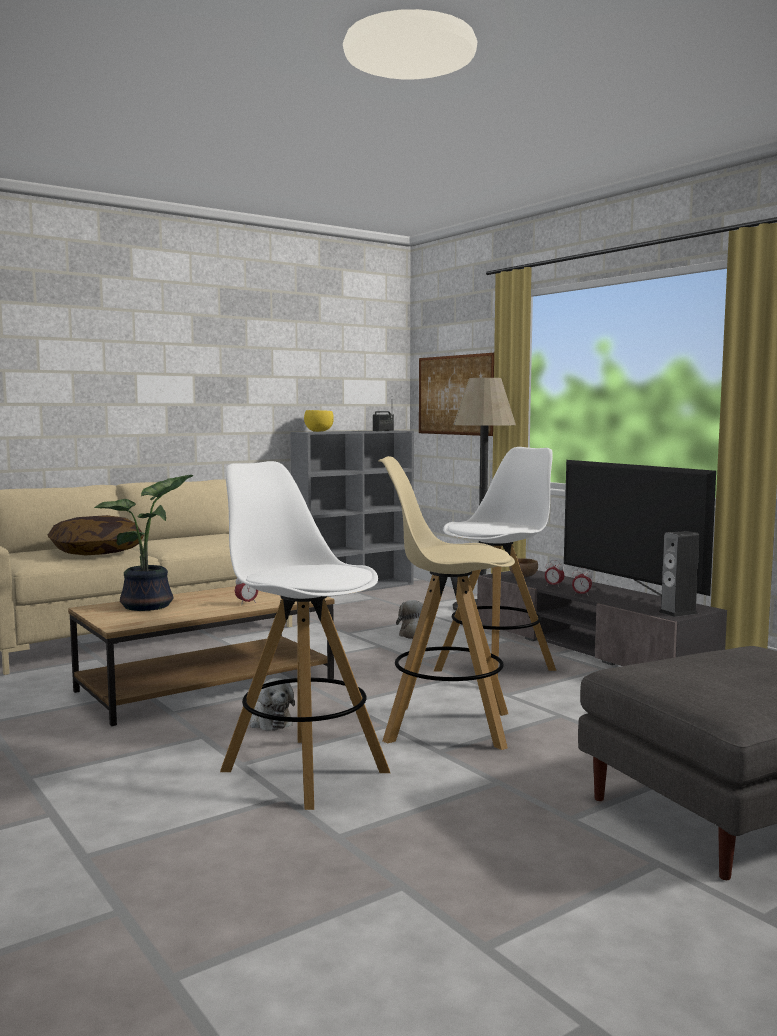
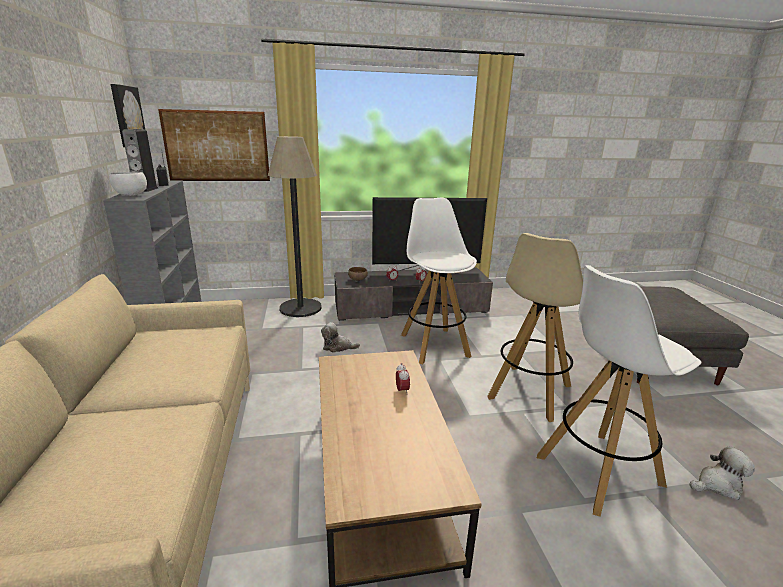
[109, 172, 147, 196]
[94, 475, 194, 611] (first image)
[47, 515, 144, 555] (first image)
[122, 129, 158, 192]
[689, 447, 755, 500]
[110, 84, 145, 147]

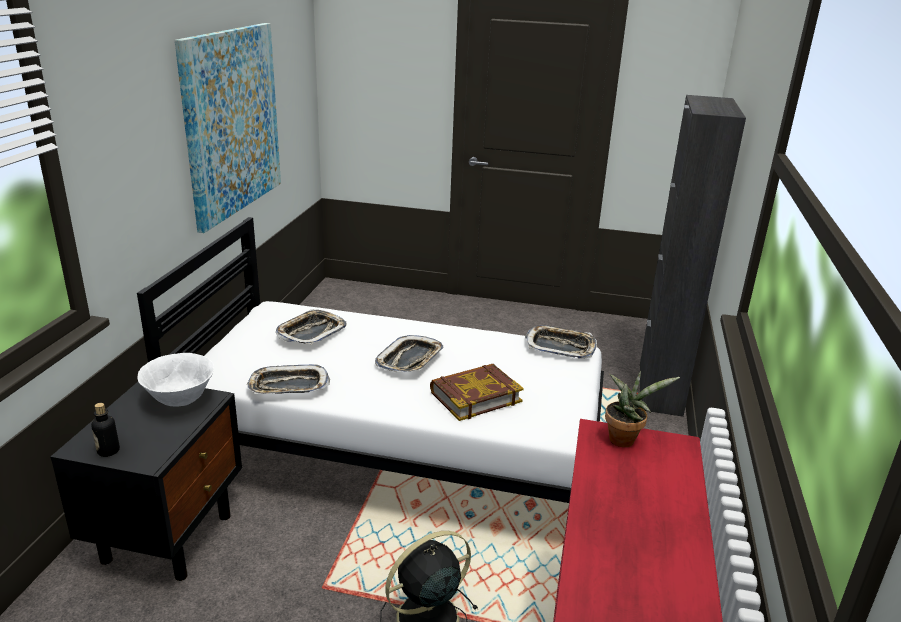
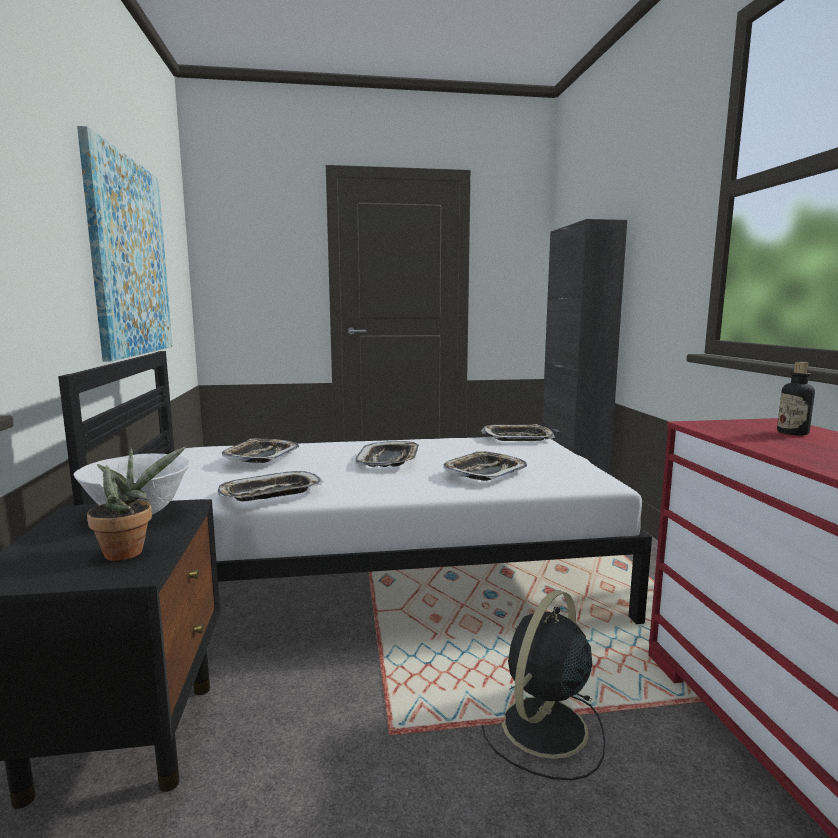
[444, 451, 527, 481]
[87, 447, 186, 561]
[777, 362, 815, 435]

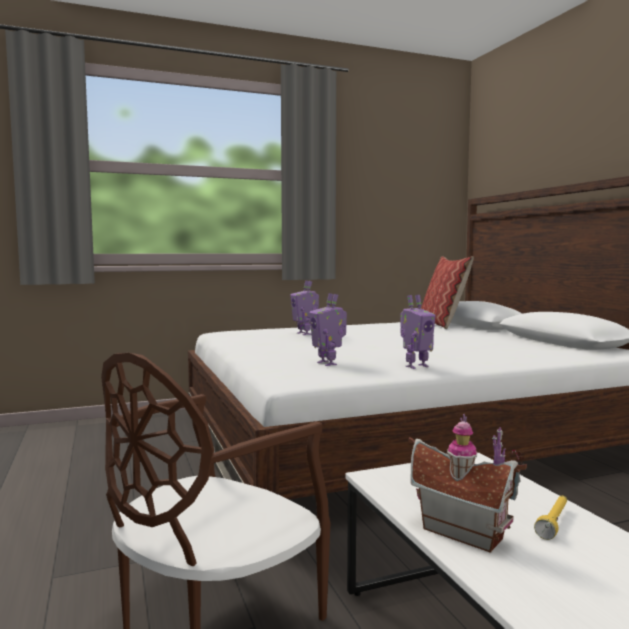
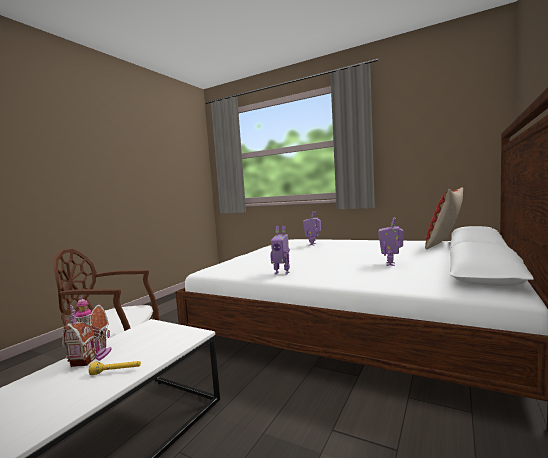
[378, 218, 403, 266]

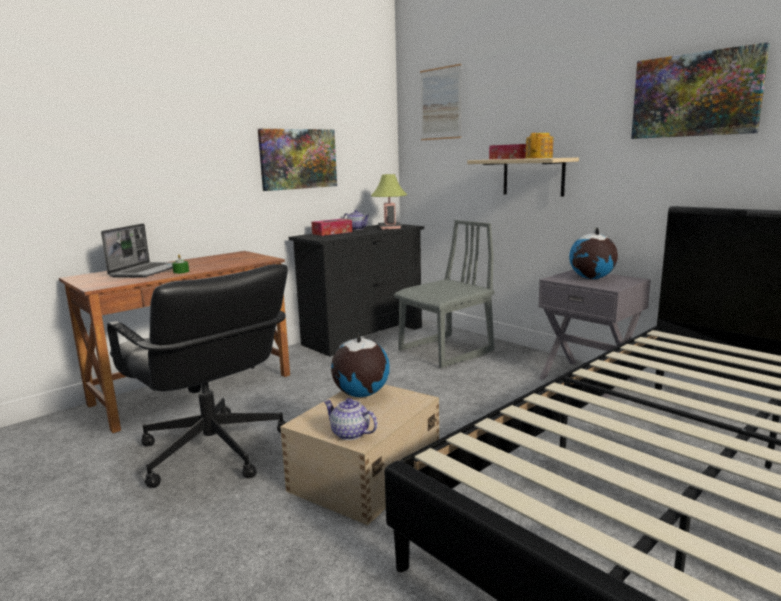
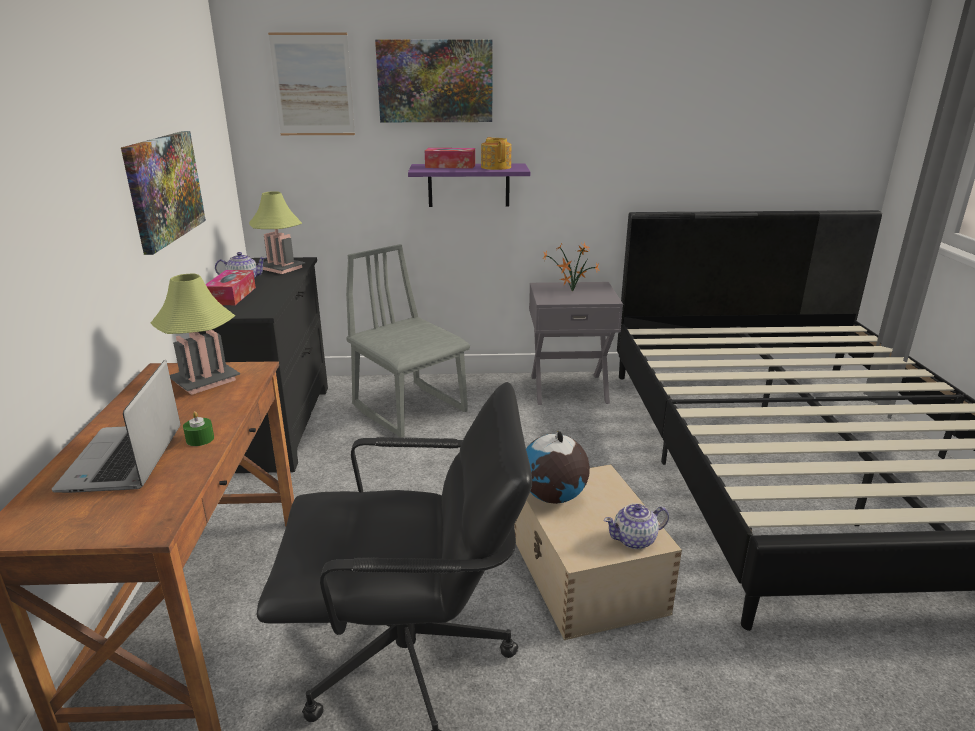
[375, 39, 493, 122]
[408, 163, 530, 207]
[346, 244, 470, 437]
[52, 360, 180, 493]
[542, 242, 600, 292]
[151, 274, 240, 395]

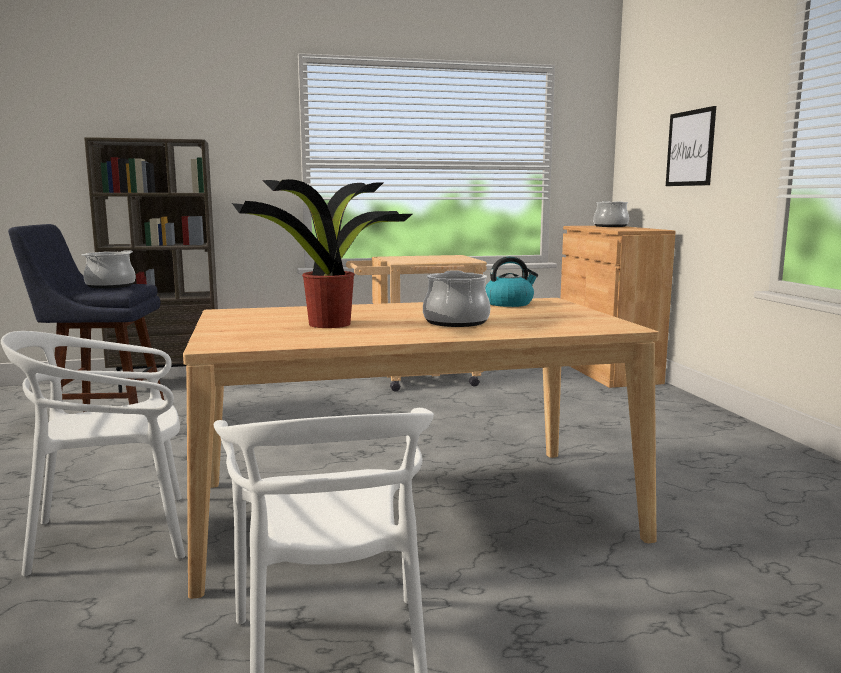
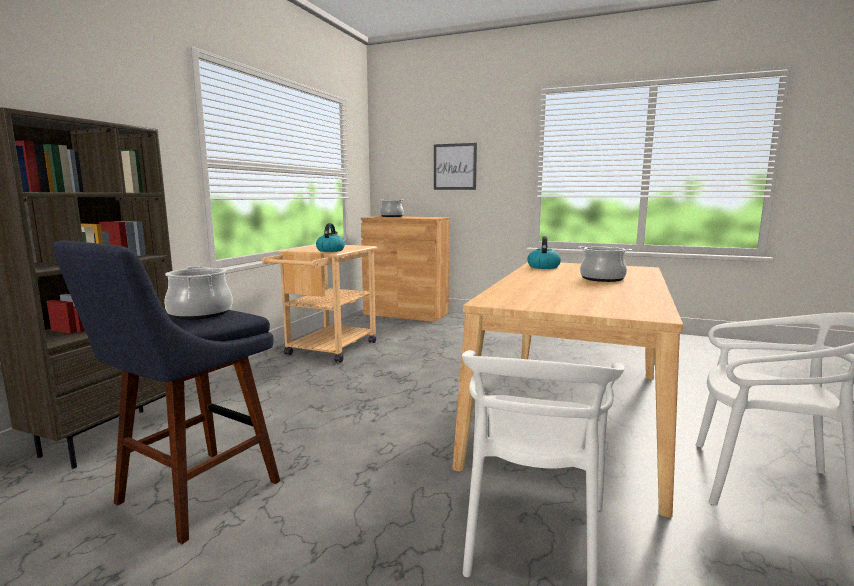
[232, 179, 412, 328] (first image)
[316, 223, 345, 252]

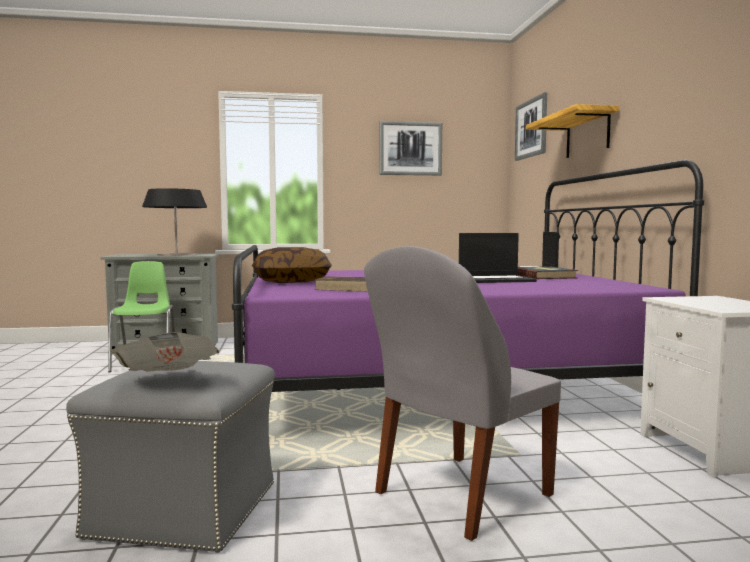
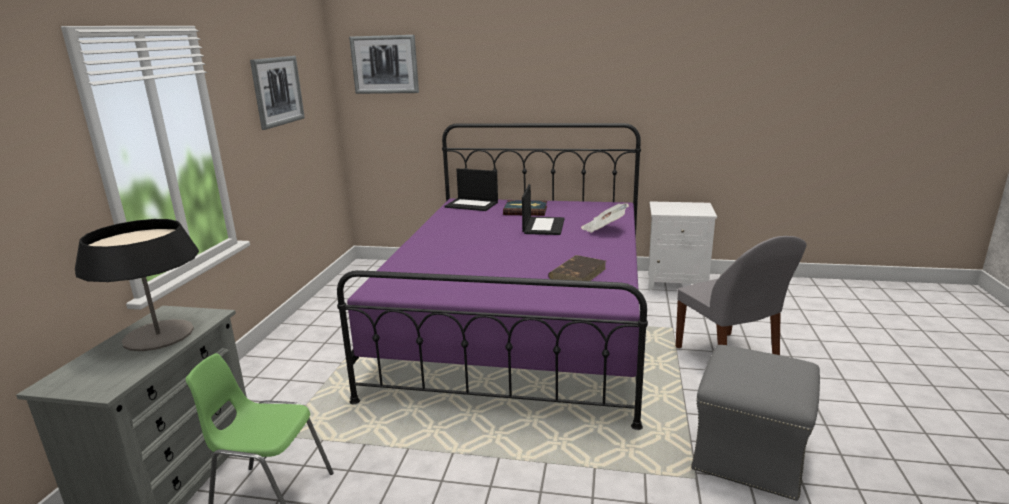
[526, 104, 619, 158] (first image)
[252, 247, 332, 283] (first image)
[581, 203, 629, 233]

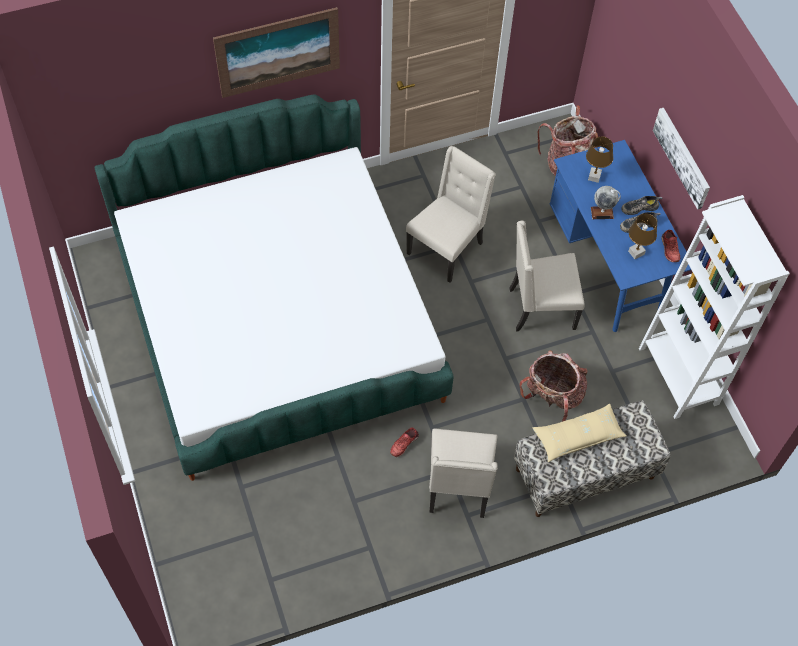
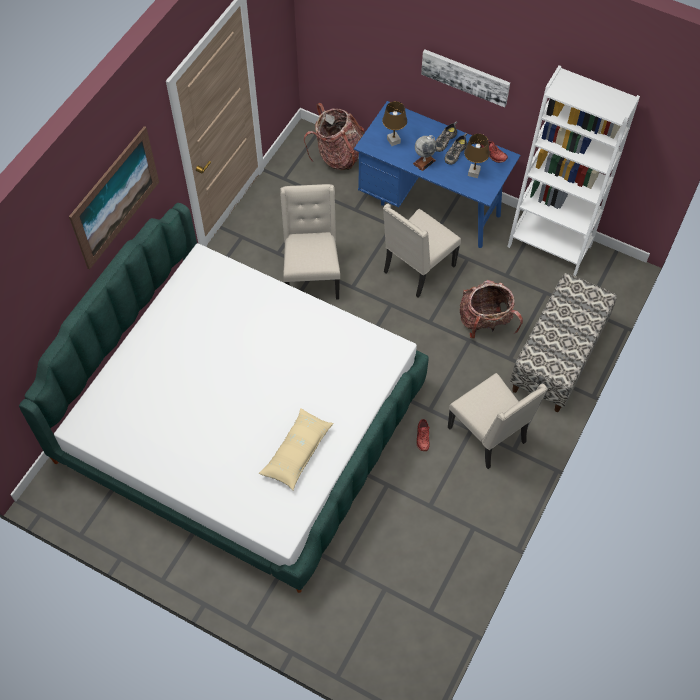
[259, 408, 334, 491]

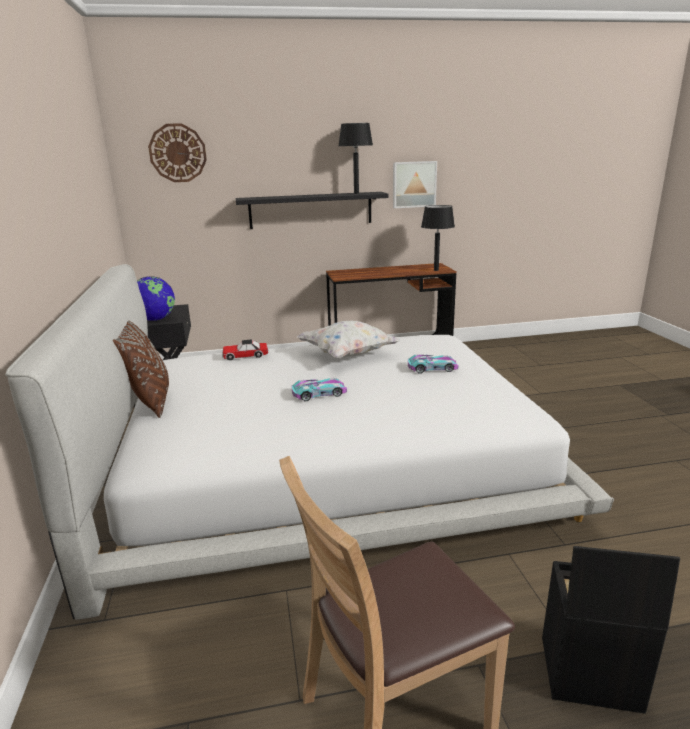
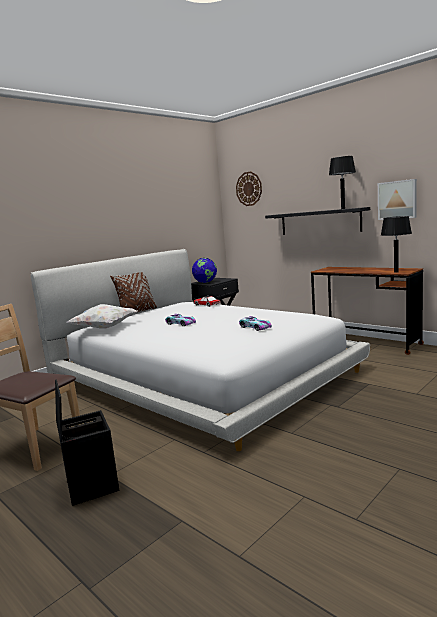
[67, 304, 138, 328]

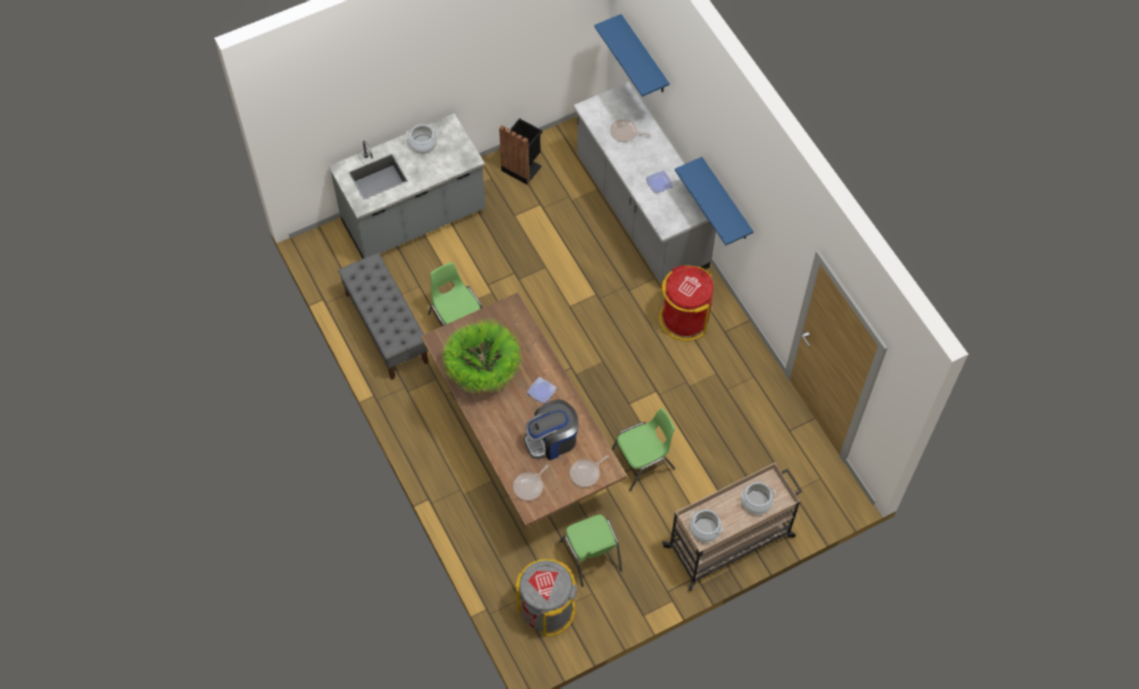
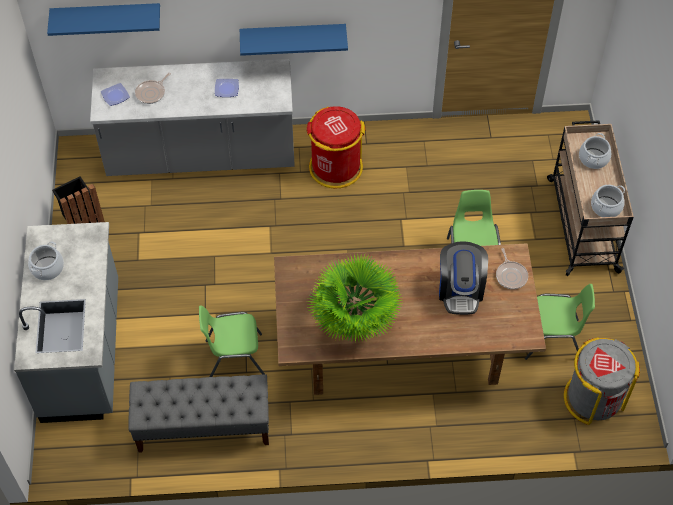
[101, 83, 130, 106]
[513, 464, 549, 501] (first image)

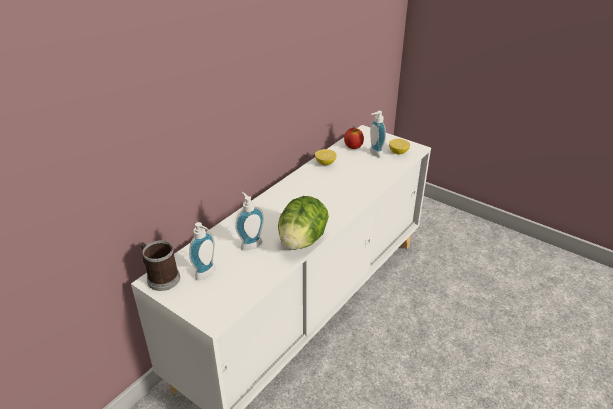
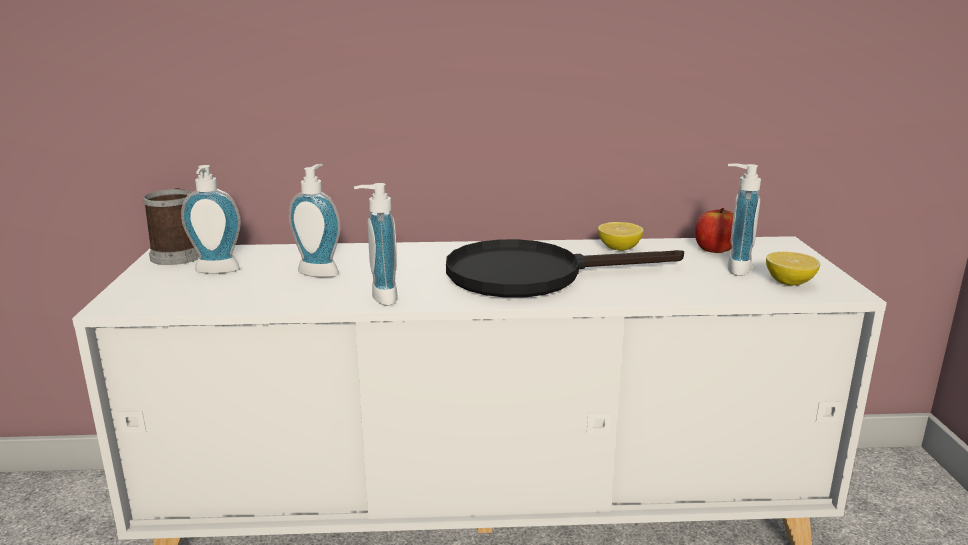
[354, 183, 398, 306]
[446, 239, 684, 297]

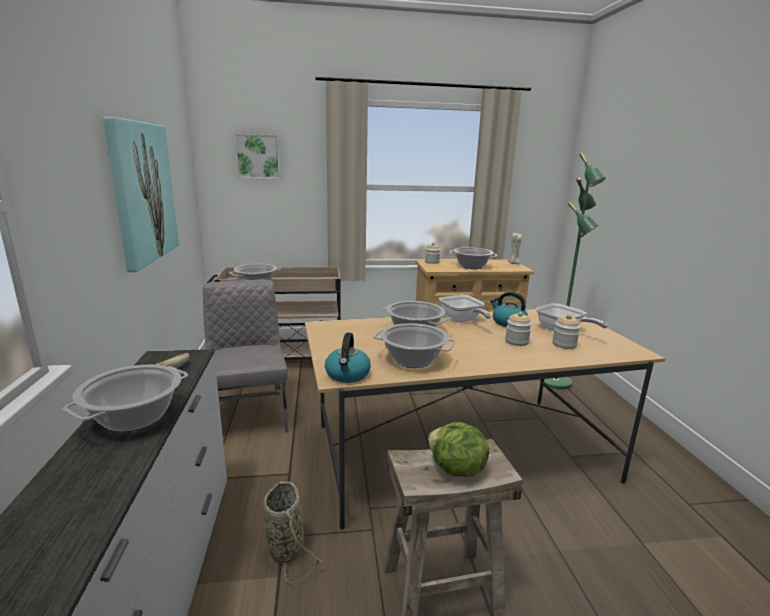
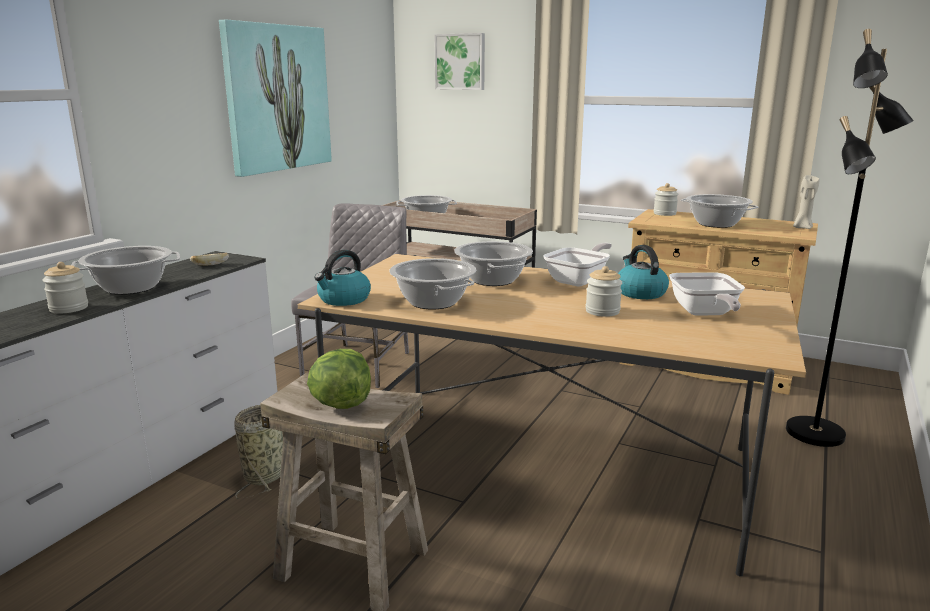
[786, 29, 914, 447]
[543, 242, 612, 286]
[43, 262, 88, 314]

